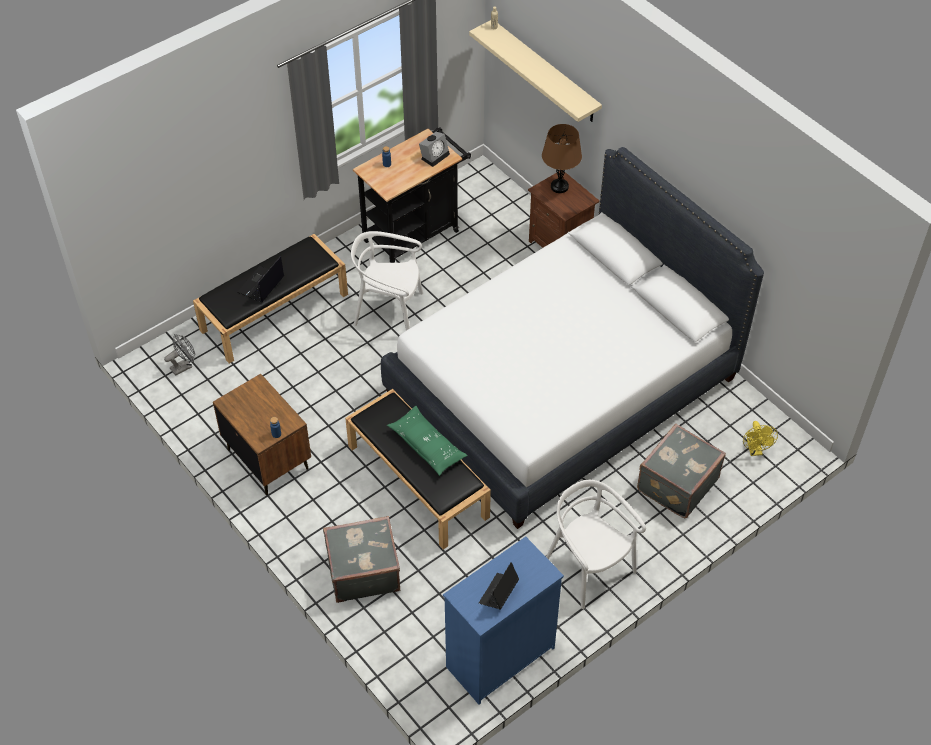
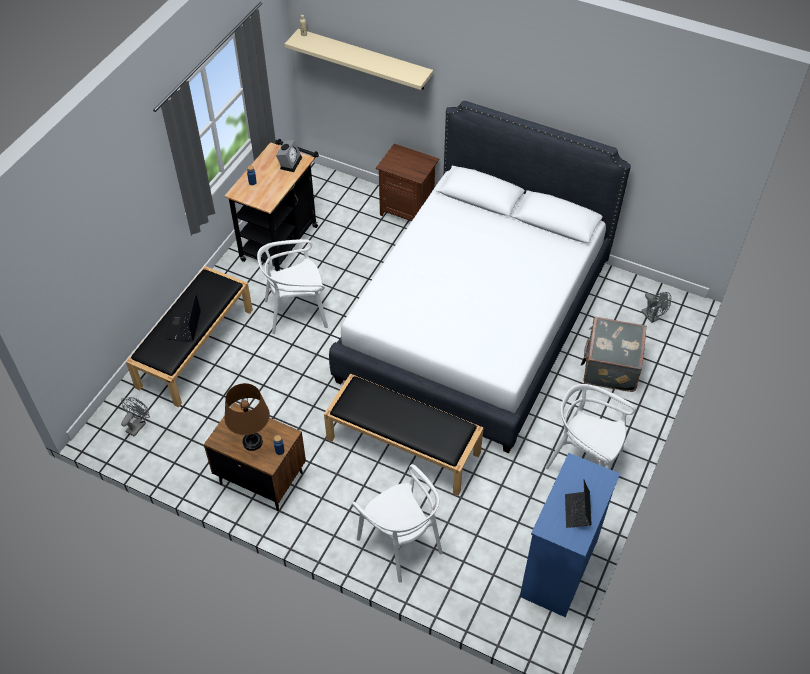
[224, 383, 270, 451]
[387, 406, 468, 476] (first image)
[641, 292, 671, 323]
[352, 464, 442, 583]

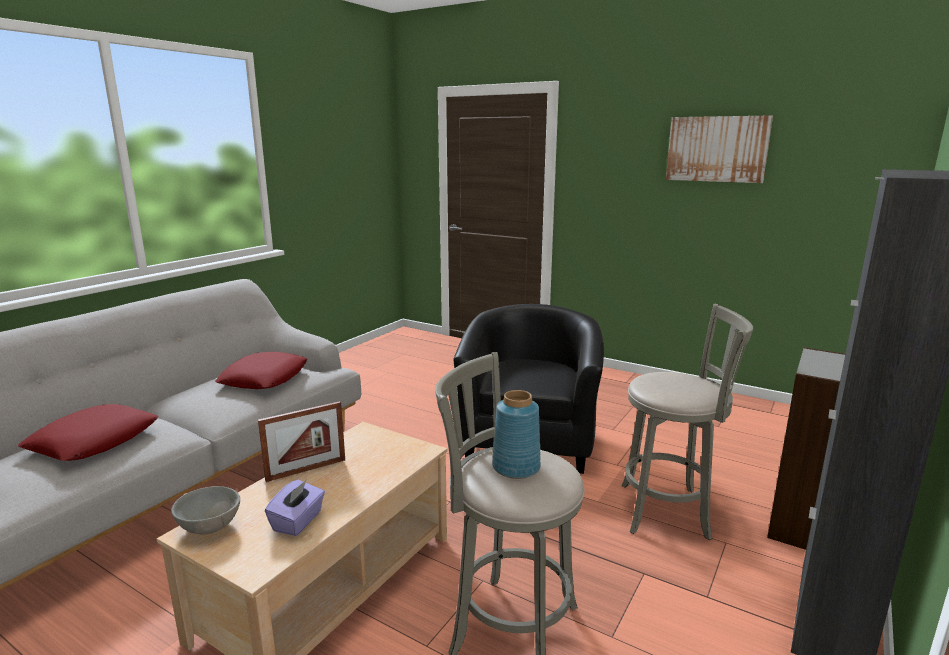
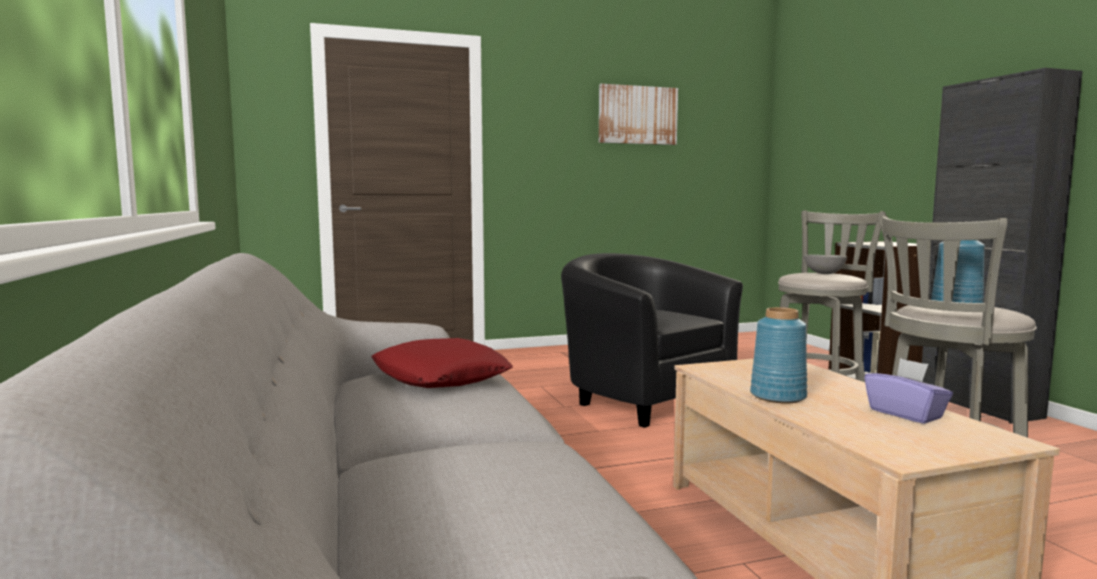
[750, 307, 807, 403]
[18, 404, 158, 461] (first image)
[804, 255, 847, 274]

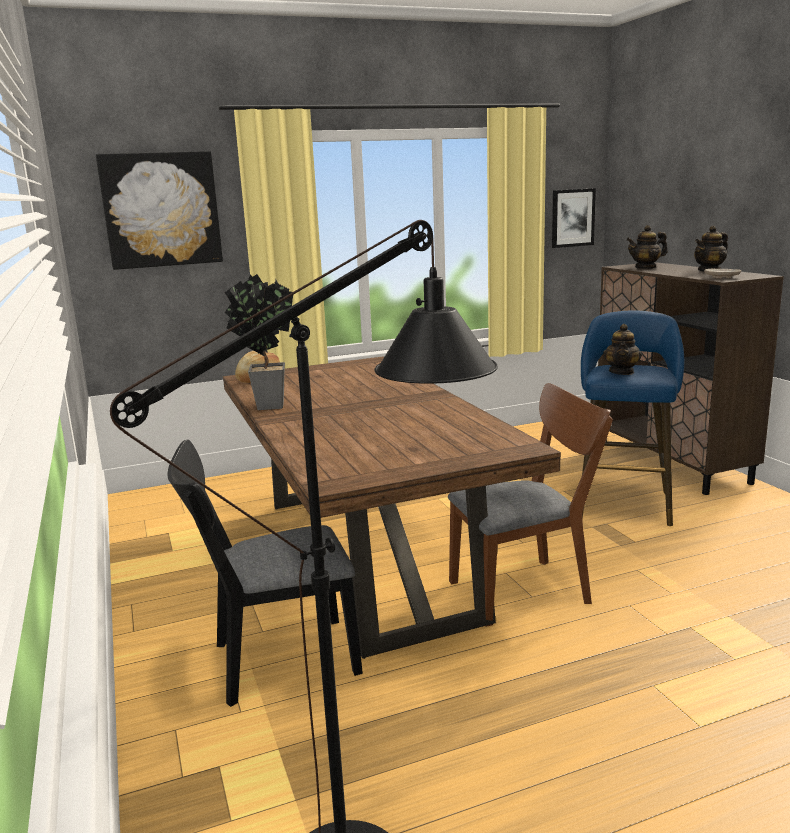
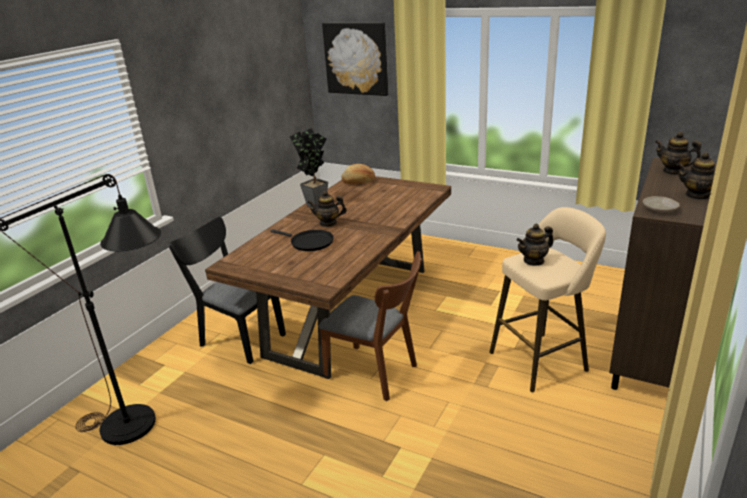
[552, 188, 596, 248] (first image)
[489, 207, 606, 392]
[307, 191, 347, 227]
[270, 229, 334, 251]

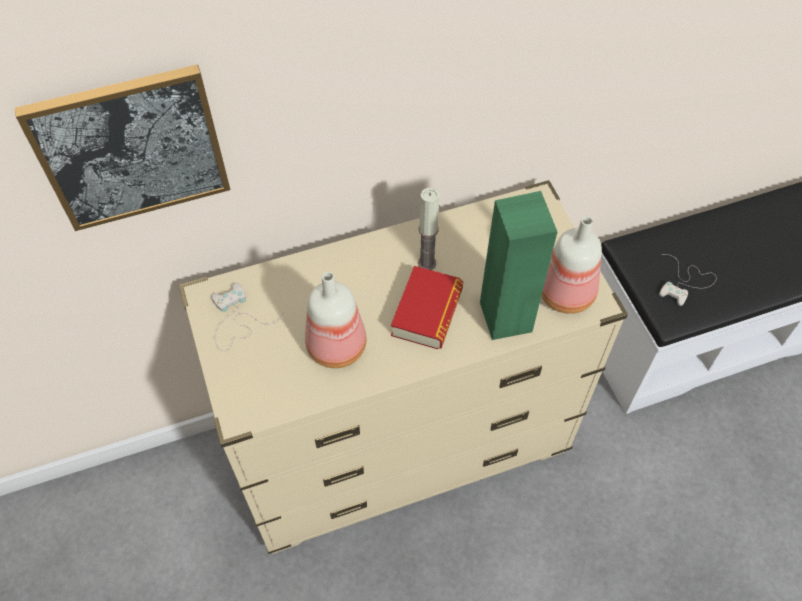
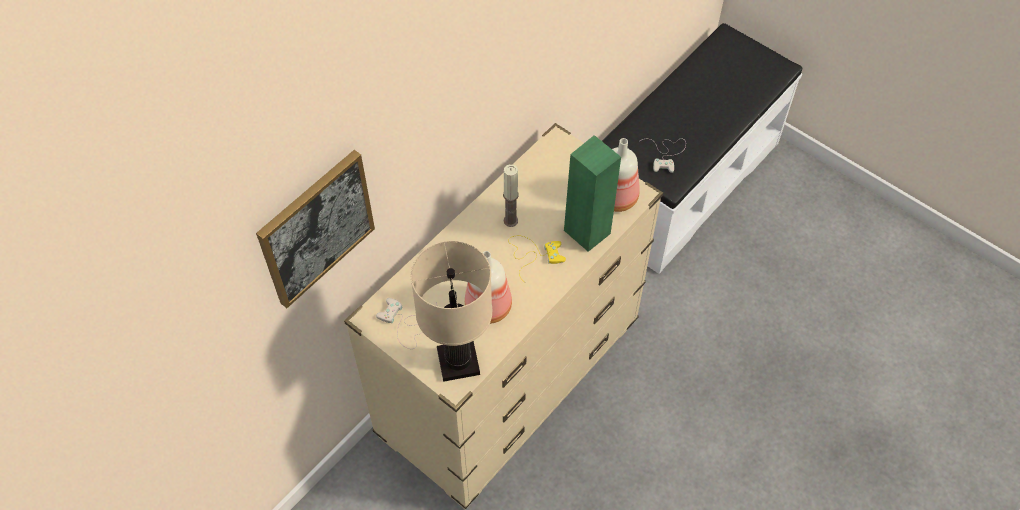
[508, 236, 566, 283]
[411, 241, 492, 382]

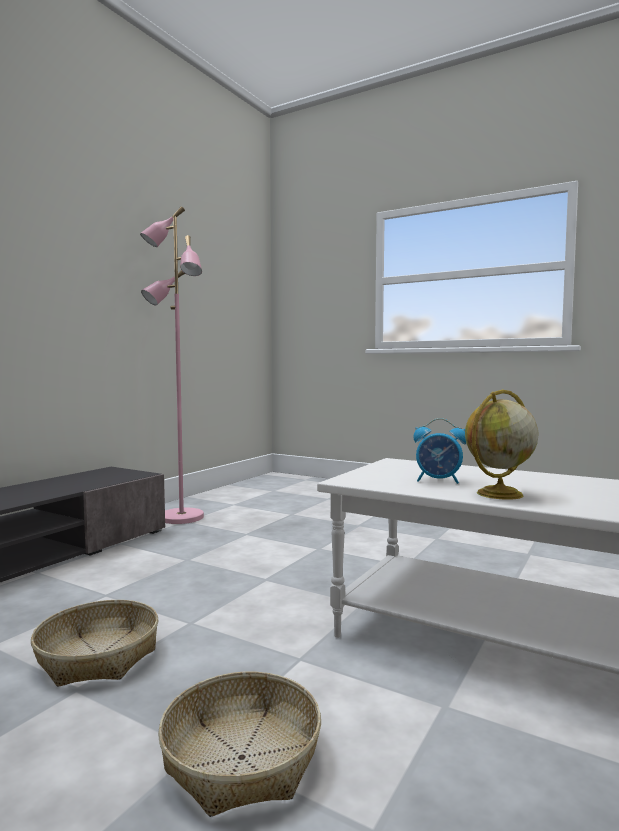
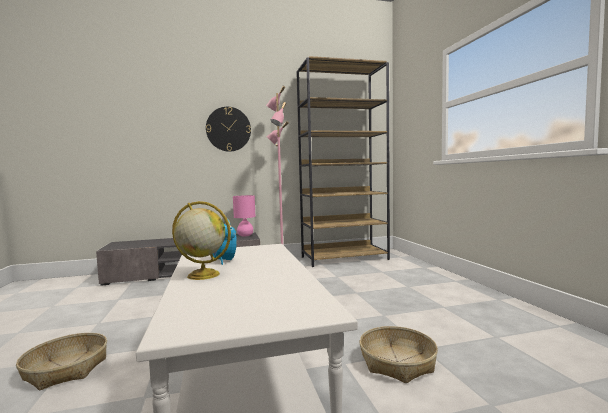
[360, 326, 438, 383]
[296, 56, 390, 267]
[206, 107, 251, 152]
[233, 195, 255, 236]

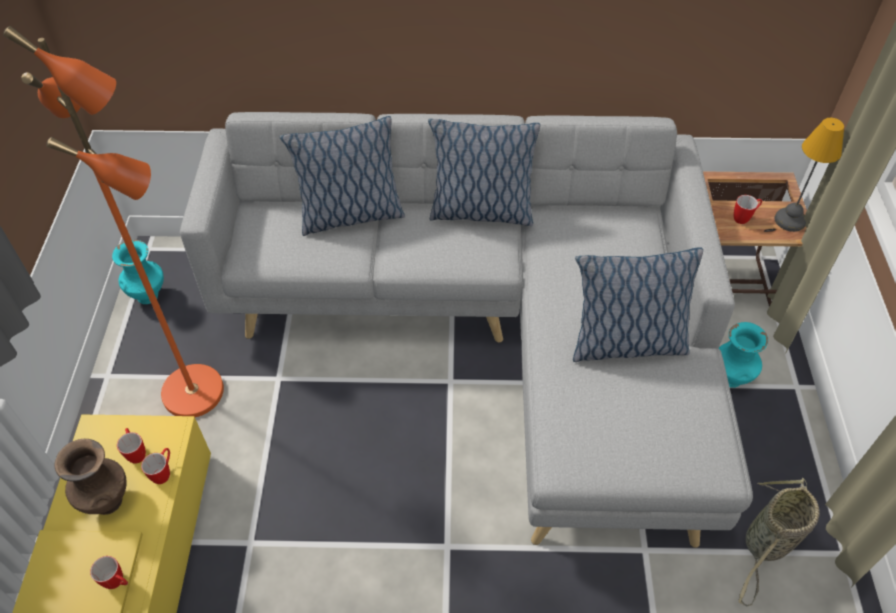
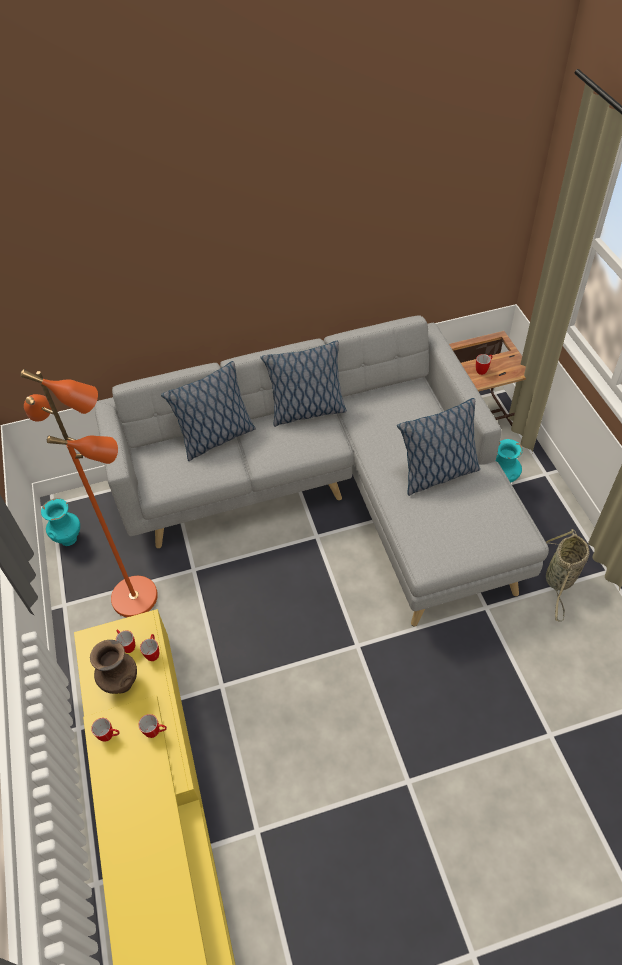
[775, 118, 844, 232] (first image)
[91, 718, 120, 742]

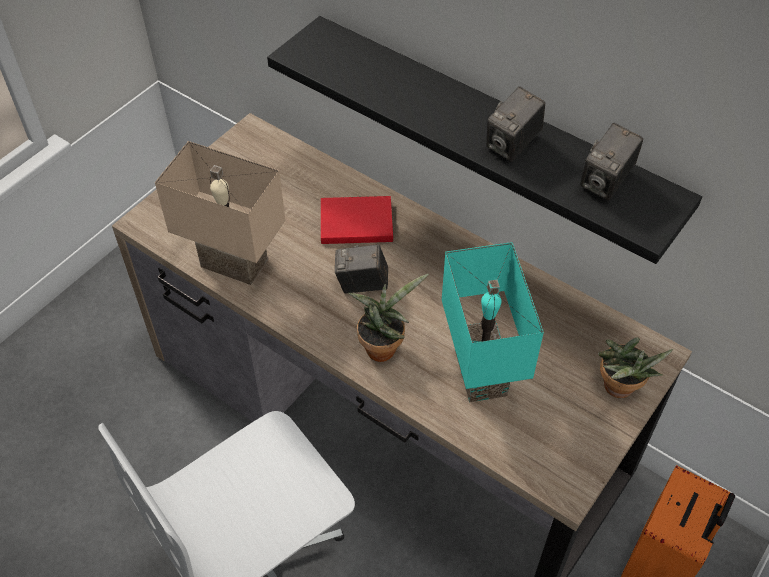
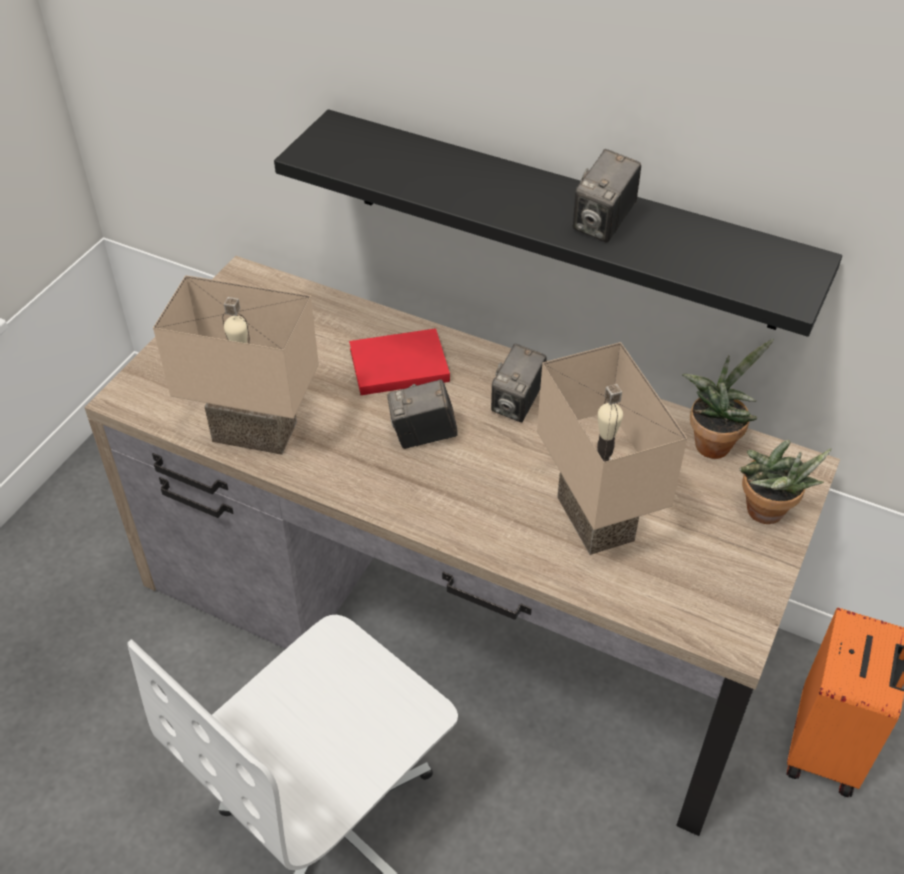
[491, 343, 546, 422]
[537, 342, 687, 555]
[682, 339, 774, 459]

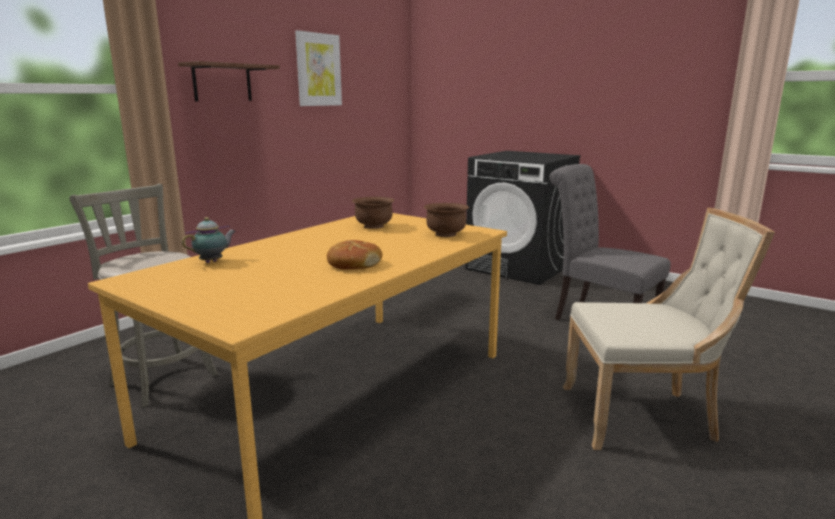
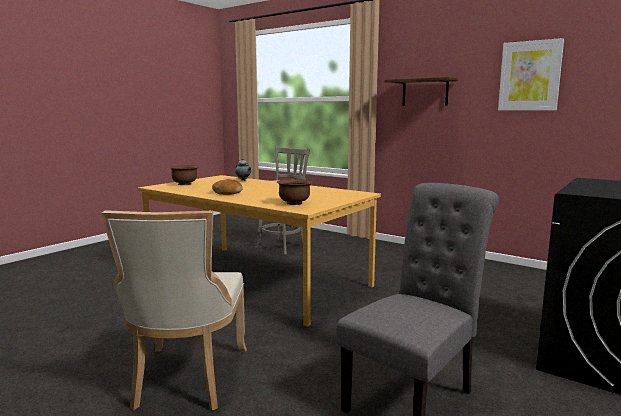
[169, 165, 198, 185]

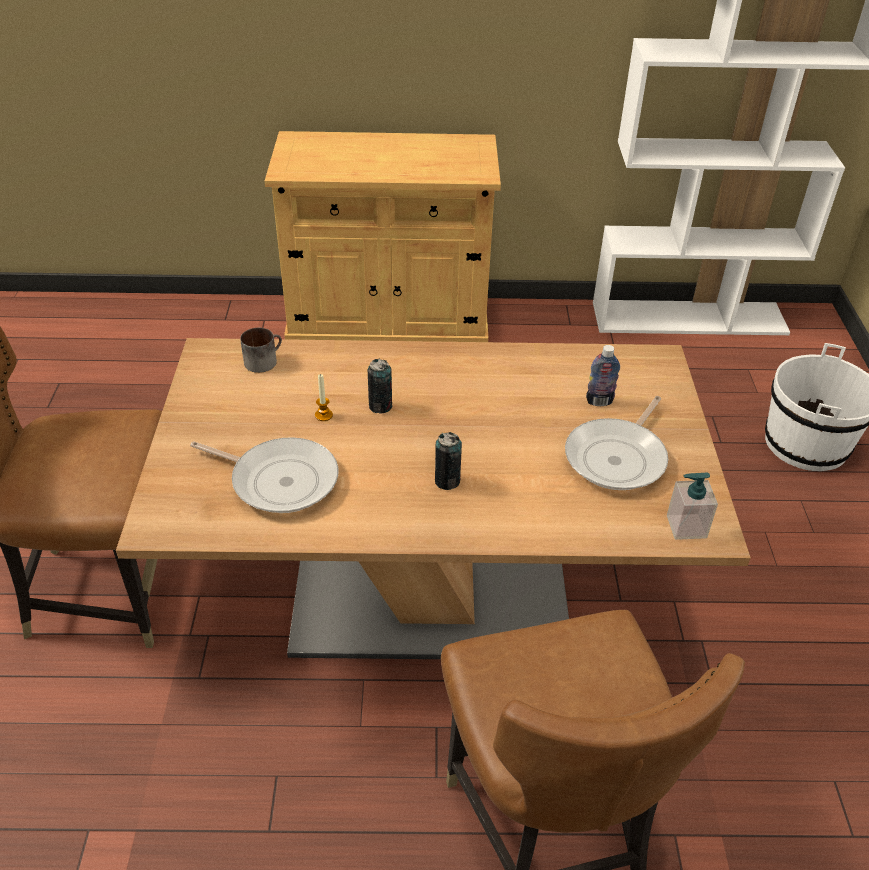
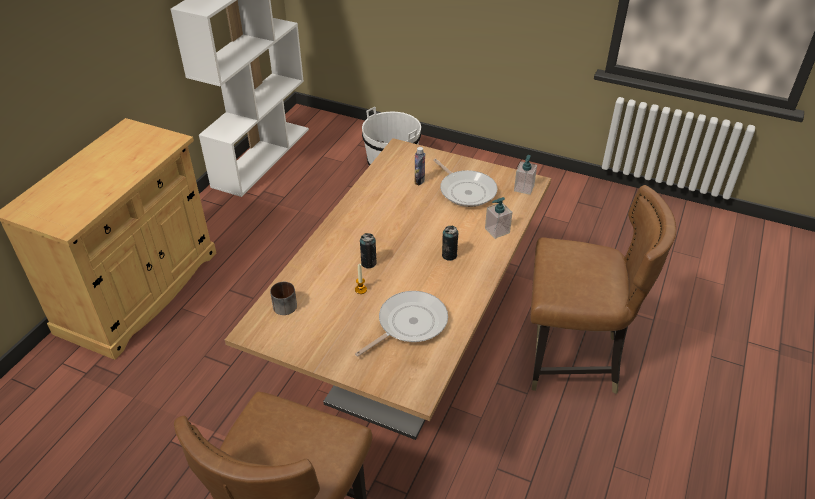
[485, 197, 512, 239]

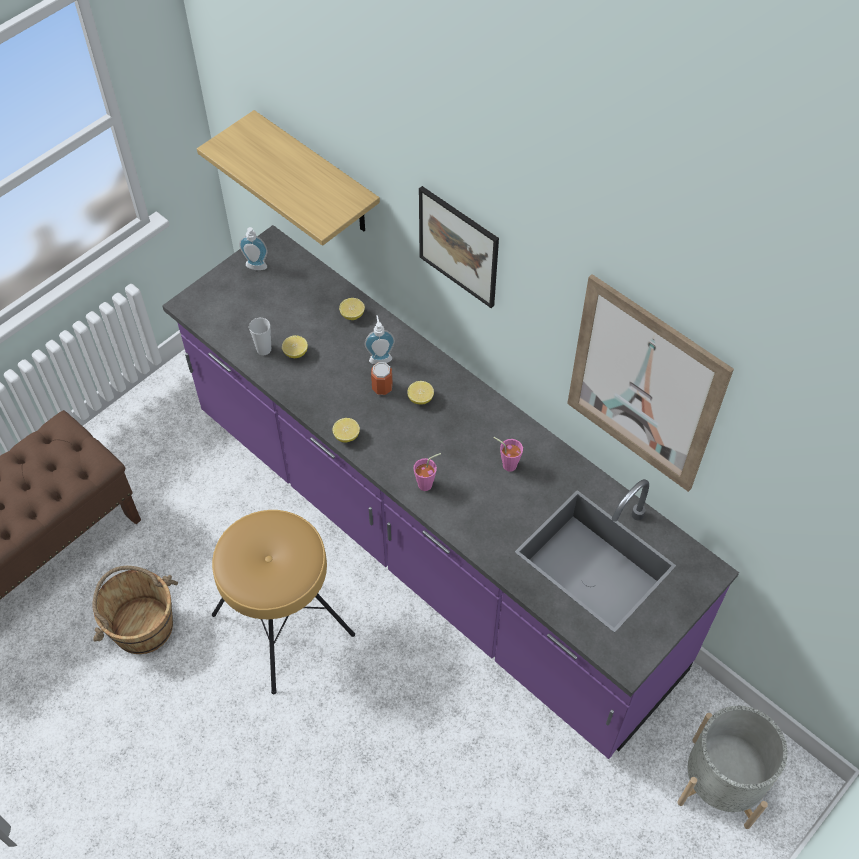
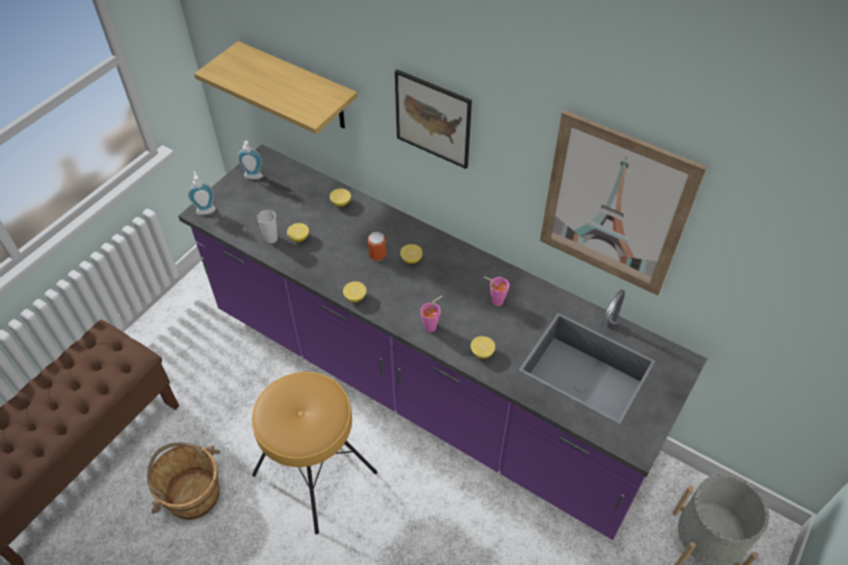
[188, 171, 216, 215]
[471, 336, 495, 359]

